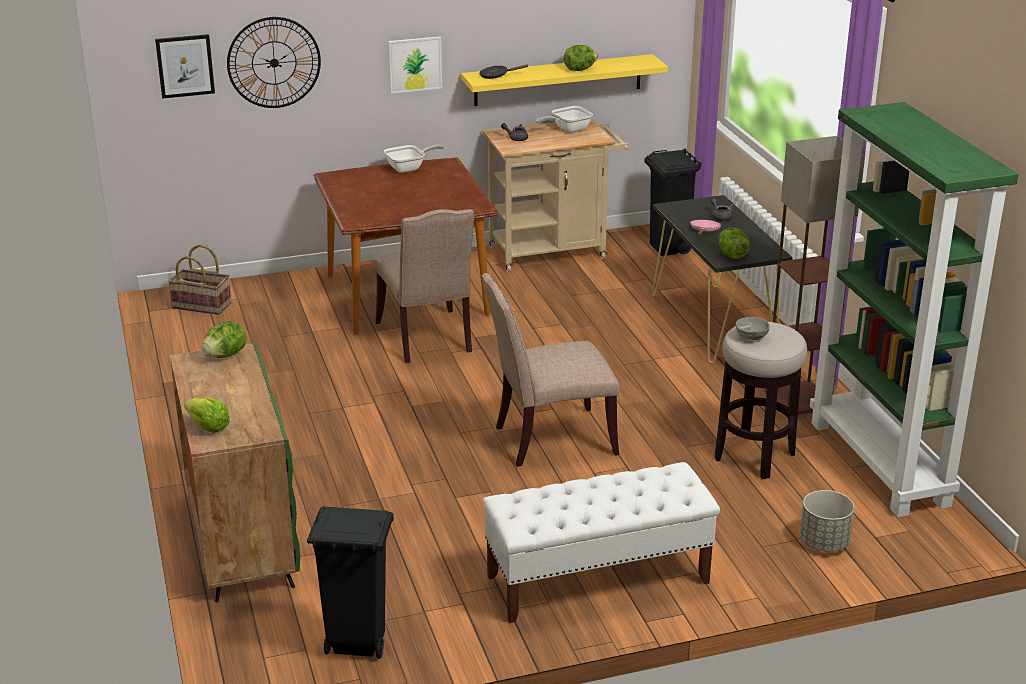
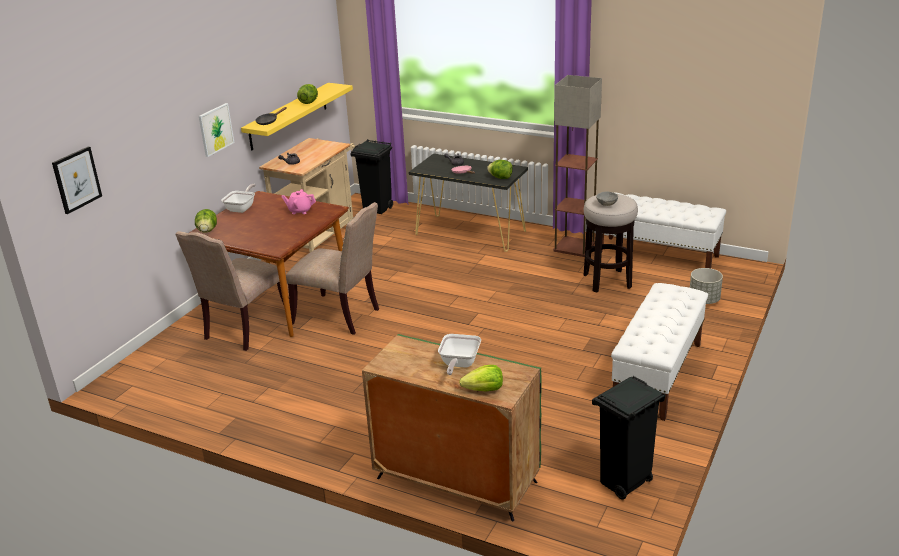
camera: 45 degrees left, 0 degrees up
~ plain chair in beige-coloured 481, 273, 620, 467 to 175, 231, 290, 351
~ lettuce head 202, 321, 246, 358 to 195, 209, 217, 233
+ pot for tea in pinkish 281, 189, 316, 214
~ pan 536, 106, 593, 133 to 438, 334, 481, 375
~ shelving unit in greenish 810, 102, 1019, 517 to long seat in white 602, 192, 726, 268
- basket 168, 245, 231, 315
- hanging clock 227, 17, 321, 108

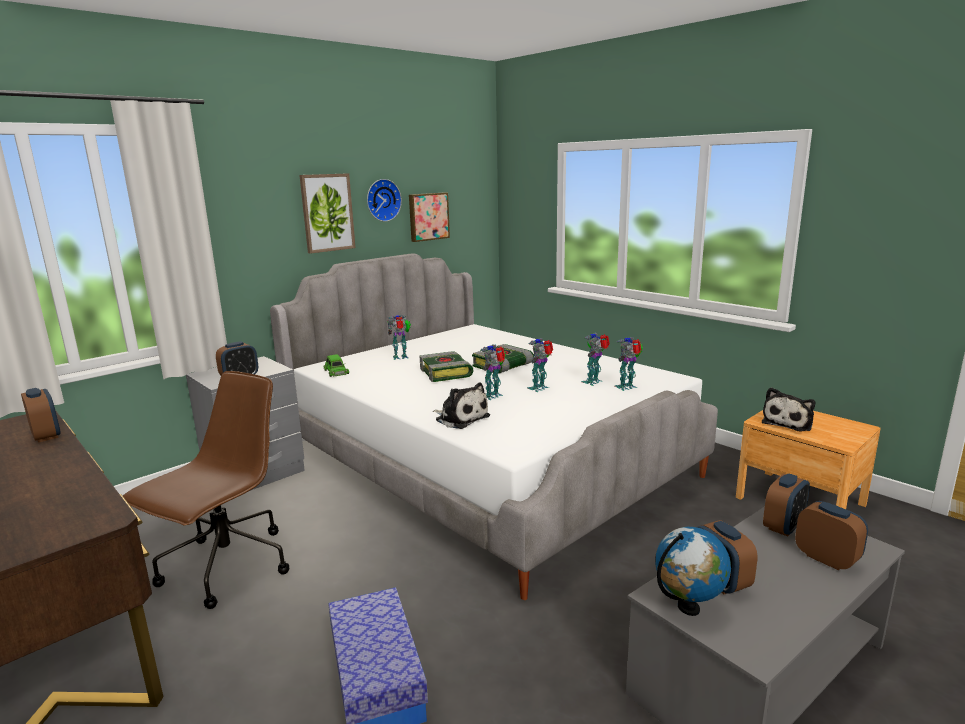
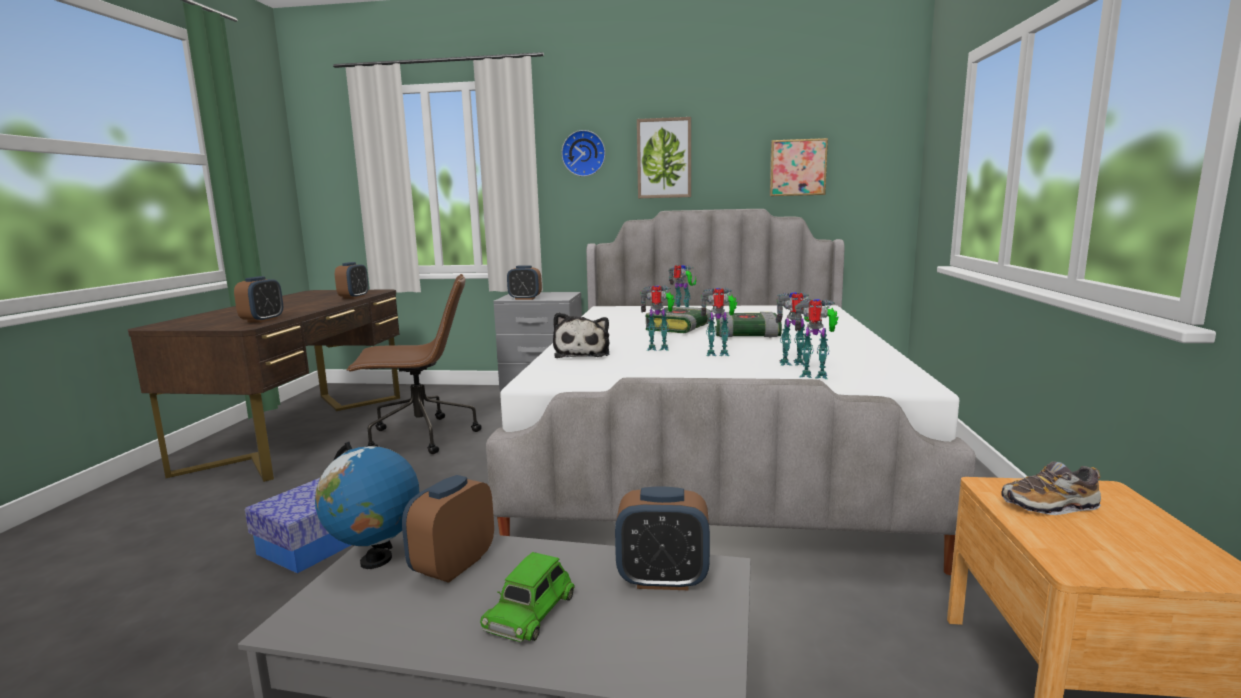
camera: 50 degrees right, 5 degrees down
~ table clock 795, 501, 868, 570 to 234, 276, 283, 323
~ model car in greenish 323, 354, 349, 377 to 480, 552, 575, 642
~ hanging clock 367, 179, 402, 222 to 561, 130, 605, 177
~ soft toy 762, 387, 815, 432 to shoe 1001, 461, 1101, 515

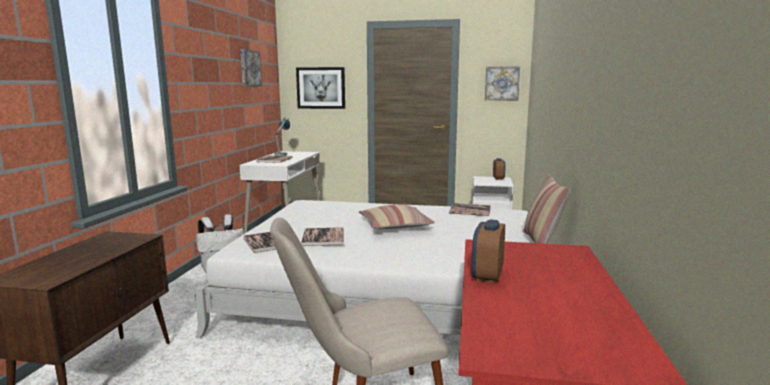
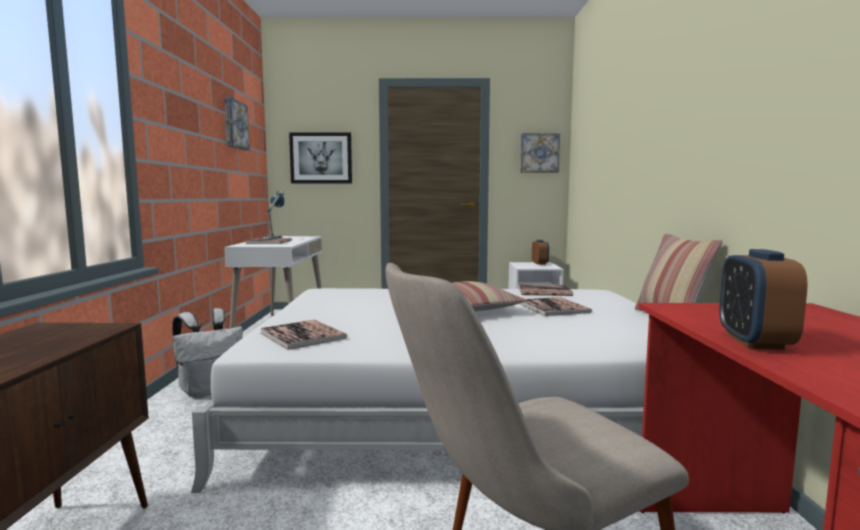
camera: 10 degrees left, 5 degrees down
~ volume 301, 227, 344, 246 to 519, 297, 592, 316

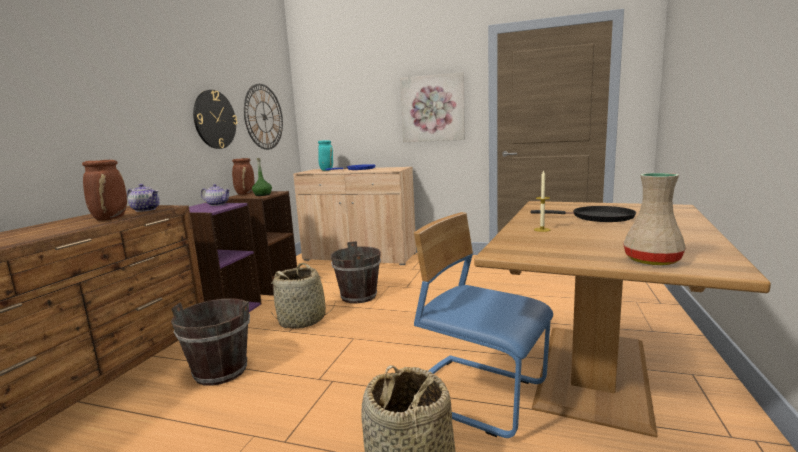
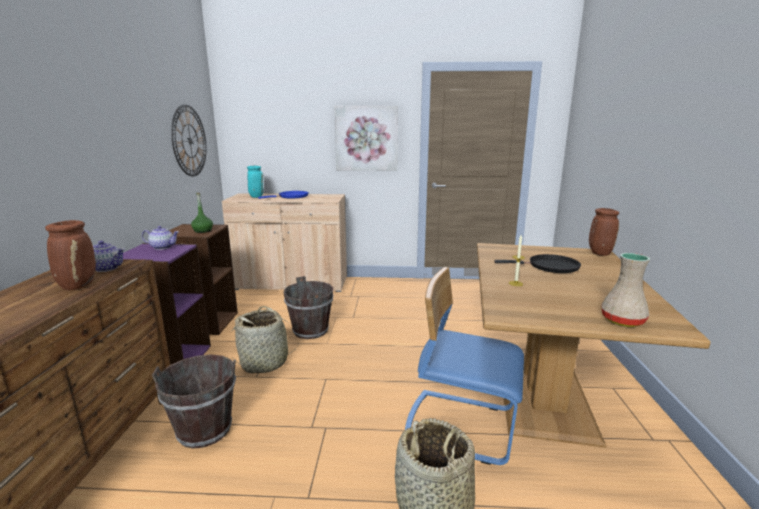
camera: 15 degrees left, 5 degrees up
~ decorative vase in brown-coloured 232, 158, 255, 195 to 589, 208, 619, 256
- hanging clock 193, 90, 237, 149

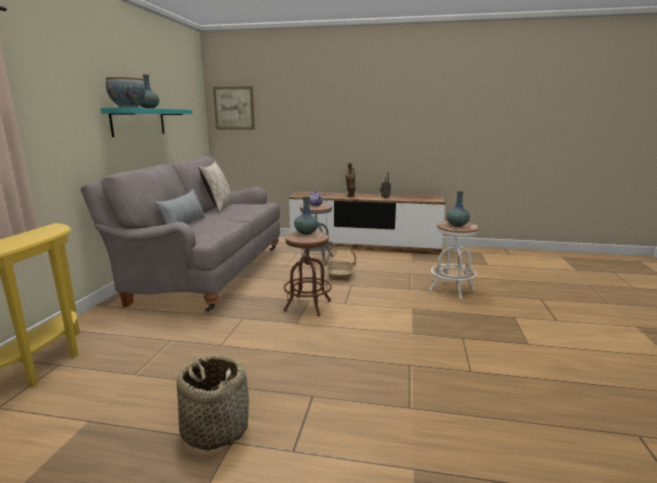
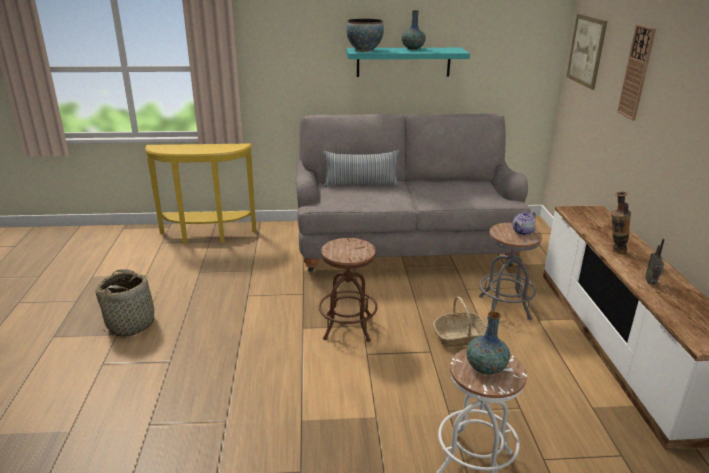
camera: 75 degrees right, 10 degrees up
+ hanging clock 617, 24, 656, 121
- pillow in beige-coloured 199, 161, 234, 212
- decorative vase 294, 197, 319, 235

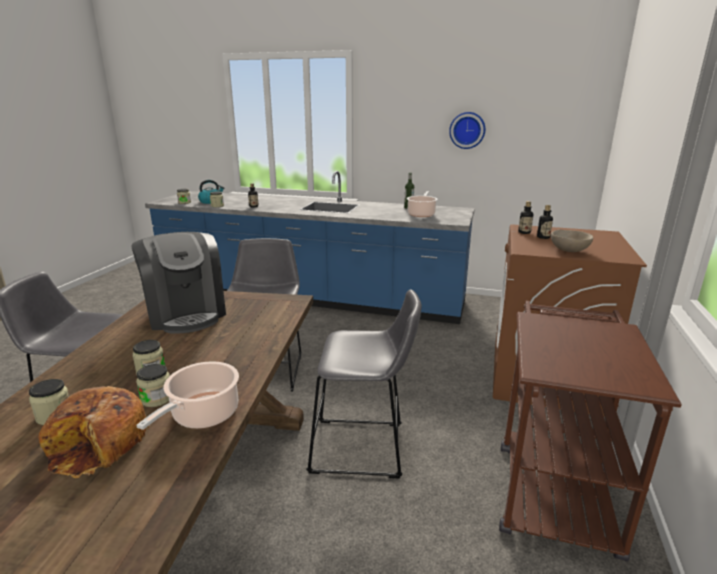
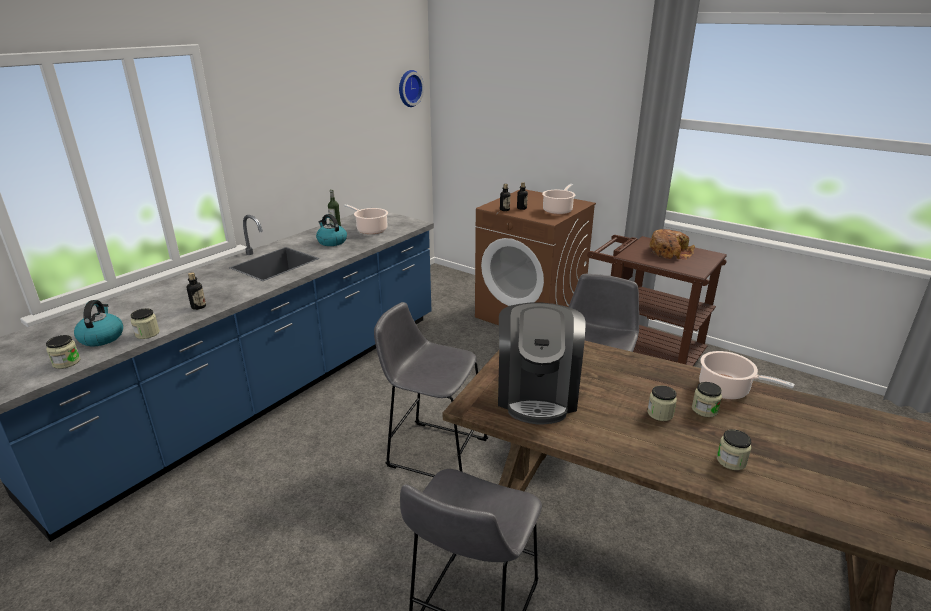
camera: 70 degrees left, 5 degrees up
+ tea kettle 316, 214, 347, 246
~ hanging clock 449, 112, 485, 149 to 399, 70, 424, 107
~ coffee machine 131, 232, 226, 334 = 498, 303, 586, 424 105 degrees clockwise
~ deep dish in beige-coloured 551, 229, 593, 252 to stockpot 542, 184, 575, 215
~ bakery bread 38, 386, 151, 478 to 649, 229, 695, 260

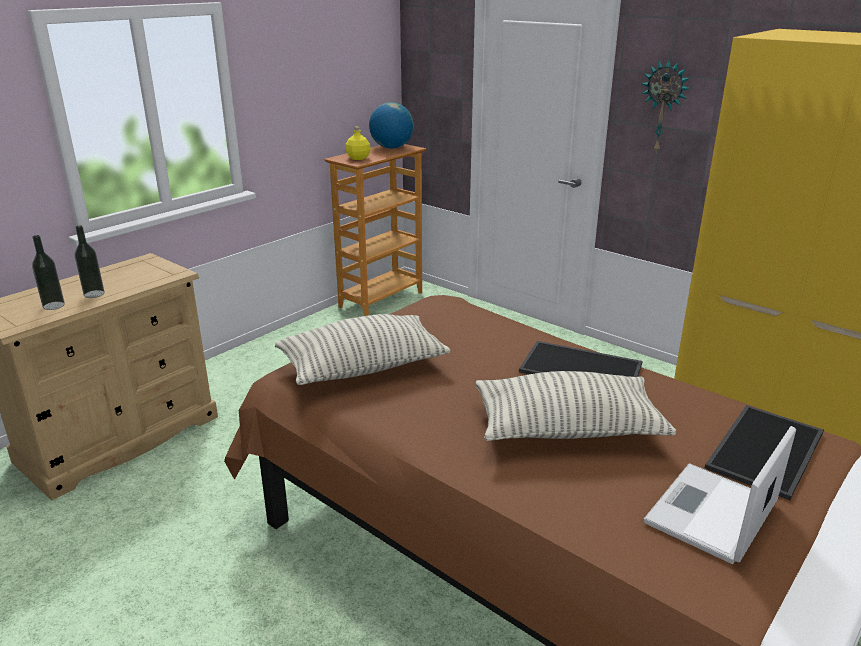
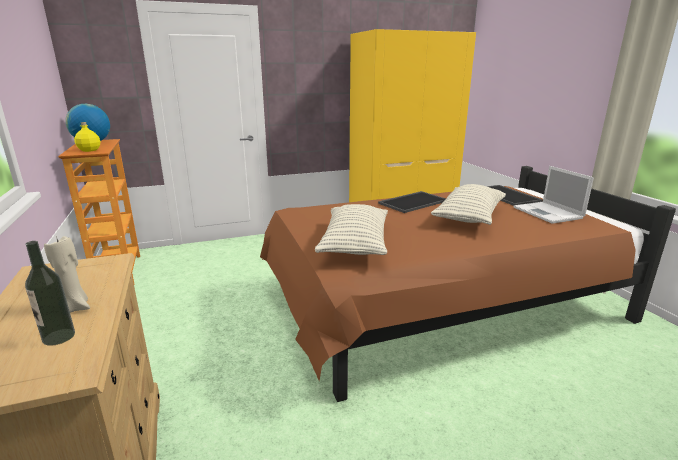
camera: 60 degrees left, 5 degrees down
~ drink bottle 75, 225, 105, 298 to wax candle in beige-coloured 44, 236, 90, 313
- hanging clock 642, 58, 690, 152

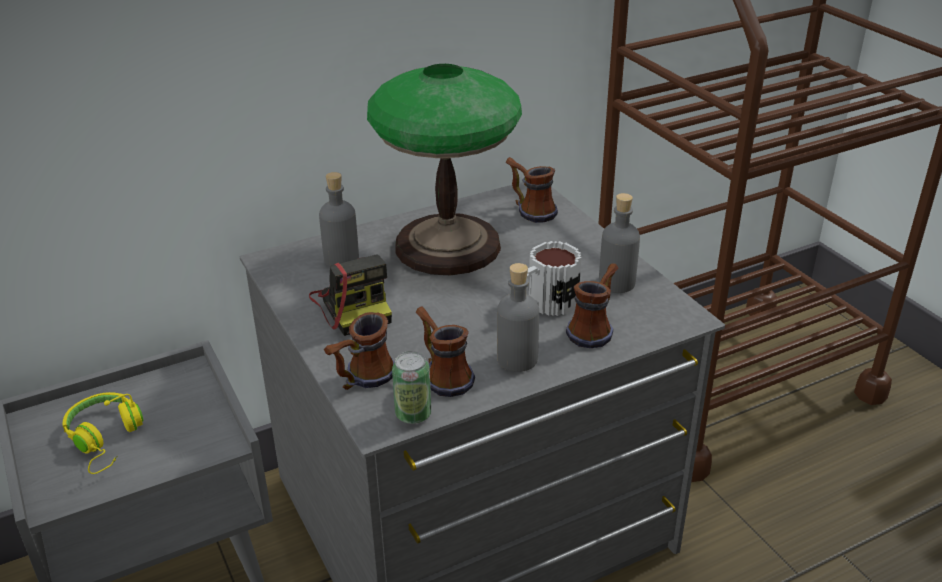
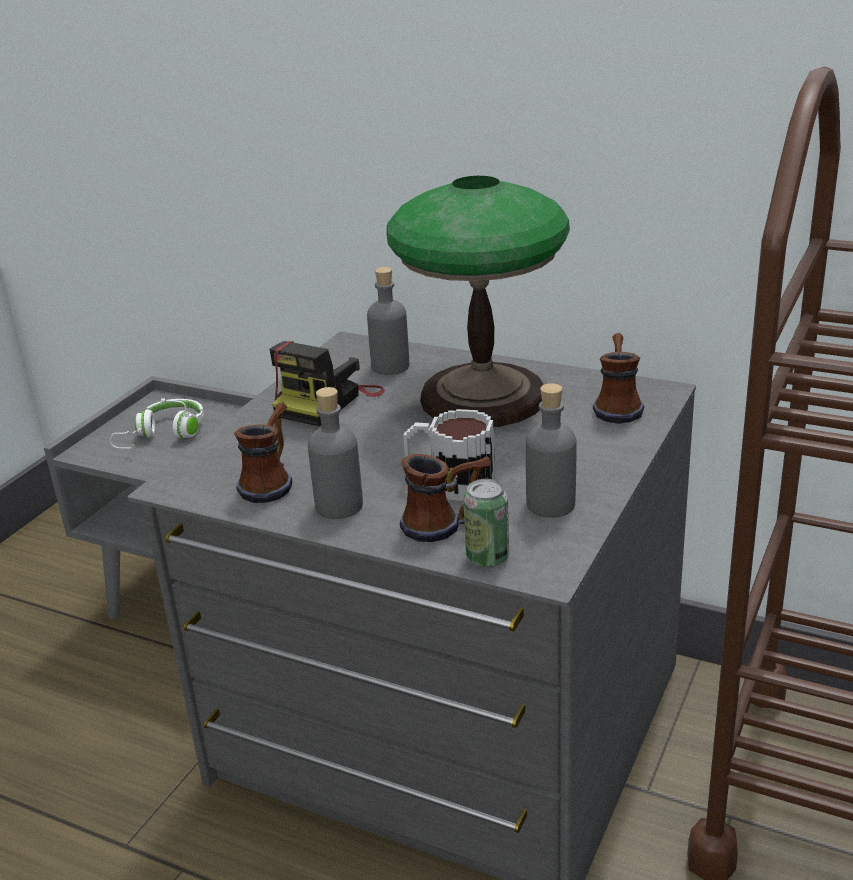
camera: 55 degrees right, 5 degrees down
~ headset in yellow 62, 392, 143, 474 to headset in white 110, 398, 204, 449
~ can 392, 351, 431, 424 to 463, 479, 509, 567
- tea mug 324, 312, 395, 390

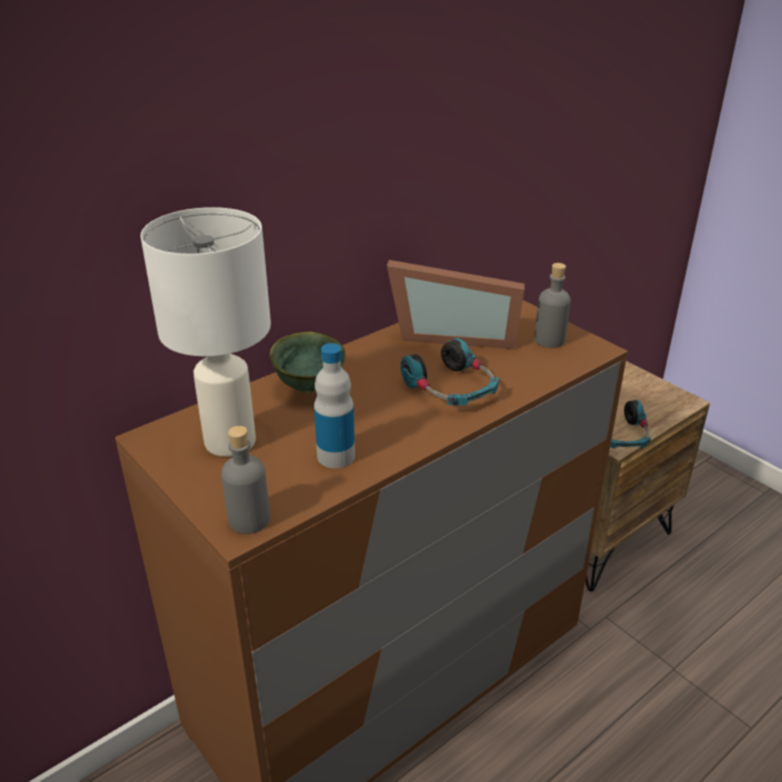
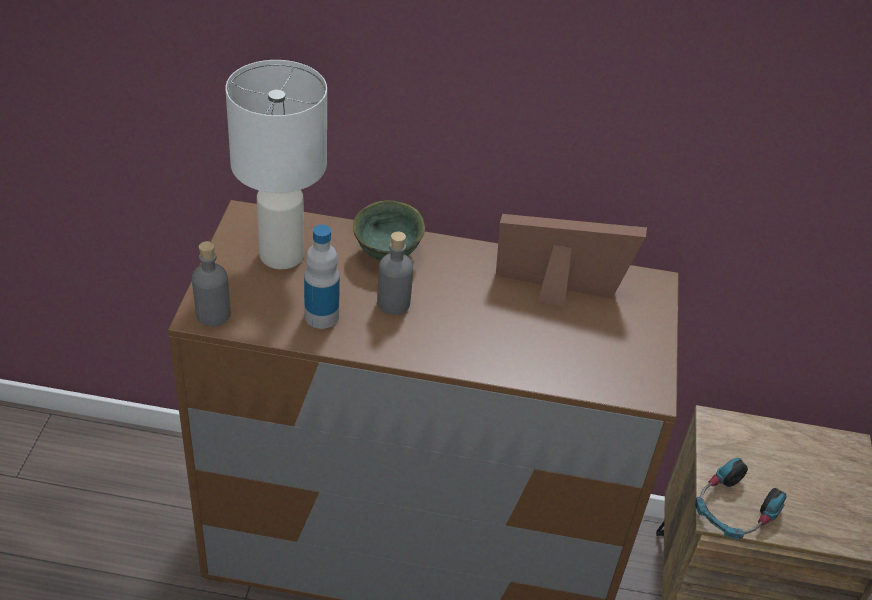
camera: 45 degrees right, 10 degrees up
~ drink bottle in grey 534, 263, 571, 348 to 377, 231, 413, 315
~ photo frame 387, 260, 525, 349 = 496, 214, 647, 307 135 degrees clockwise
- headset 401, 338, 499, 406

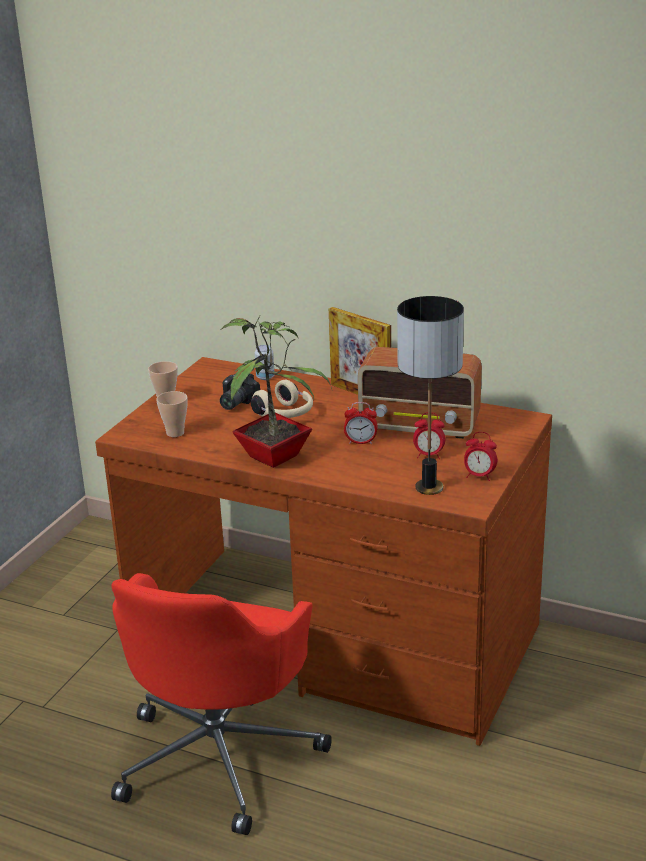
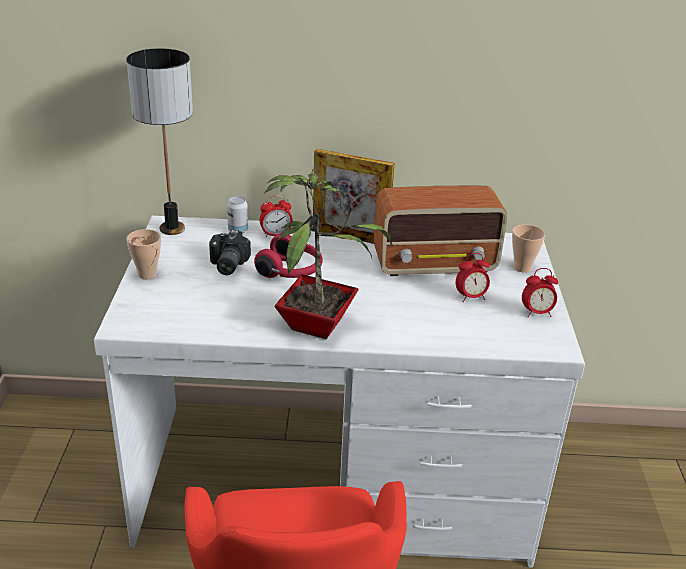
camera: 25 degrees left, 5 degrees up
~ desk unit in brown-coloured 95, 357, 552, 746 to desk unit in white 94, 216, 585, 568
~ tabletop lamp 397, 296, 464, 495 to 126, 48, 193, 235
~ headset in beige-coloured 251, 380, 313, 418 to headset in red 254, 233, 323, 278
~ table clock 344, 402, 378, 444 to 260, 195, 293, 237
~ small cup 156, 391, 188, 437 to 512, 225, 545, 273

